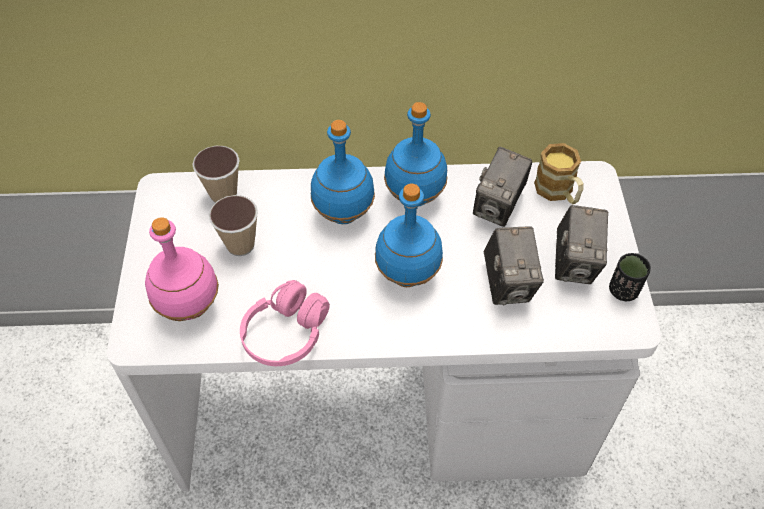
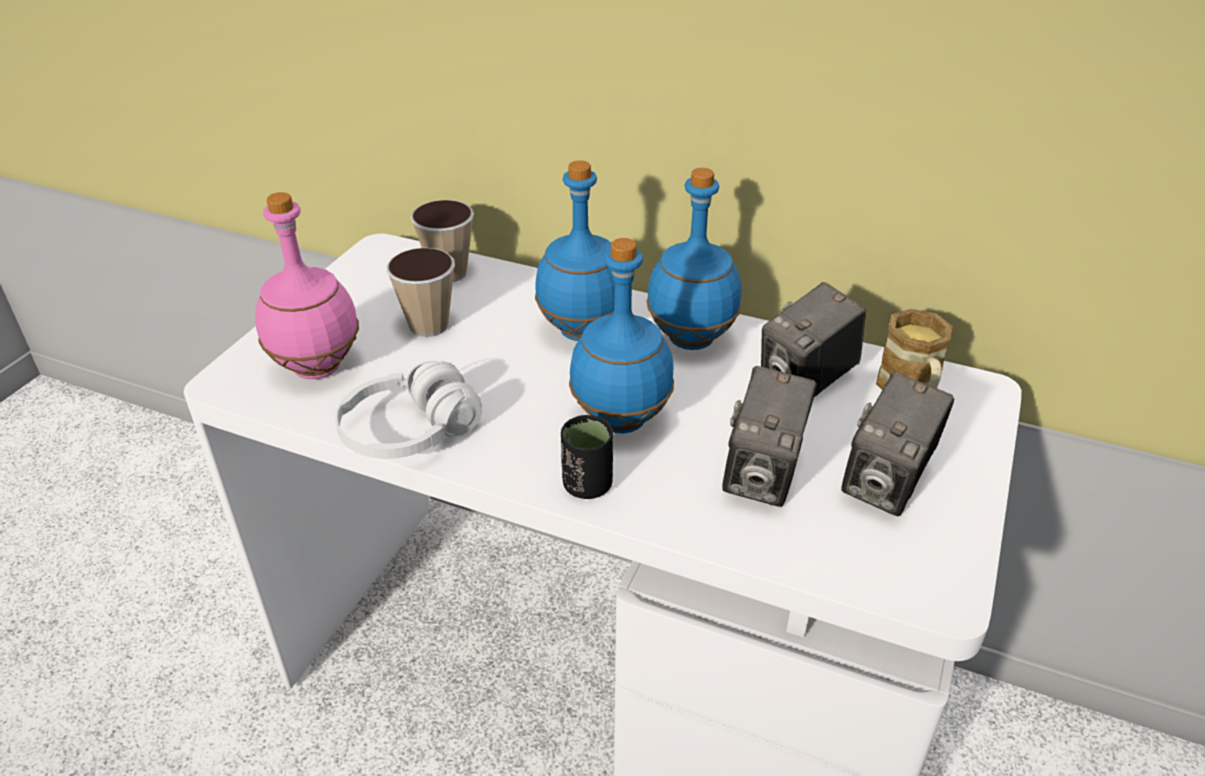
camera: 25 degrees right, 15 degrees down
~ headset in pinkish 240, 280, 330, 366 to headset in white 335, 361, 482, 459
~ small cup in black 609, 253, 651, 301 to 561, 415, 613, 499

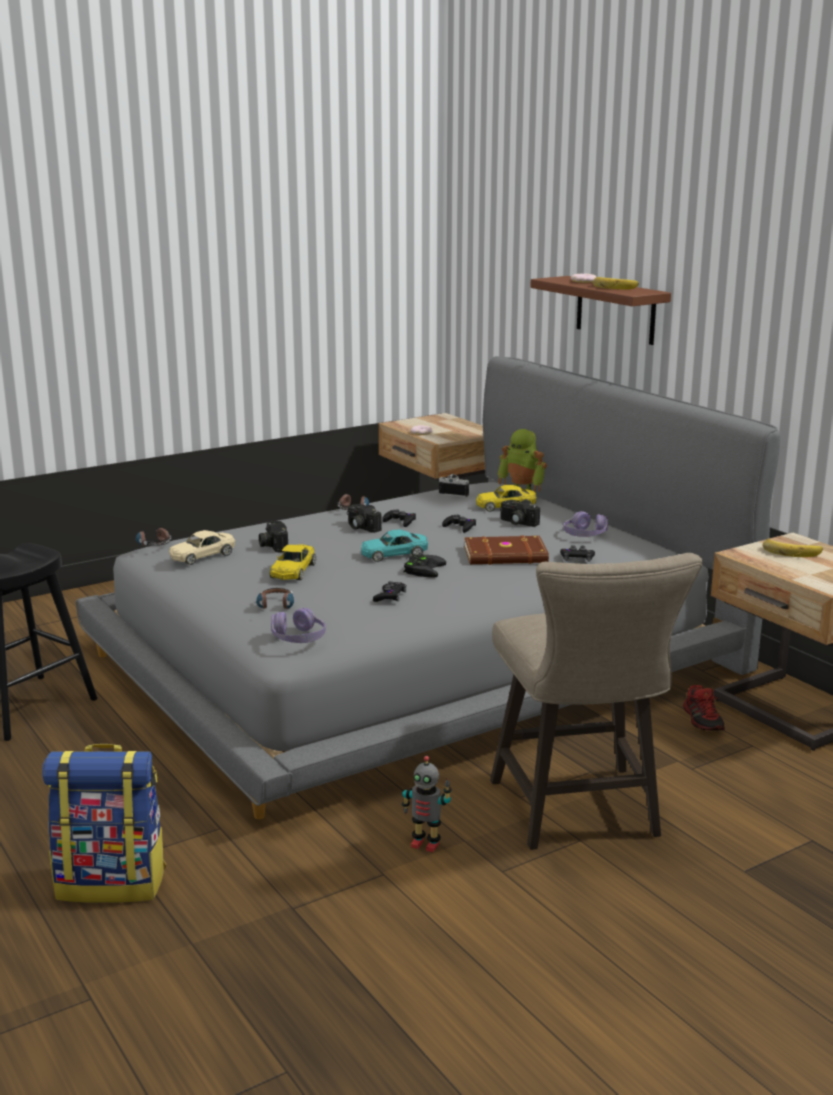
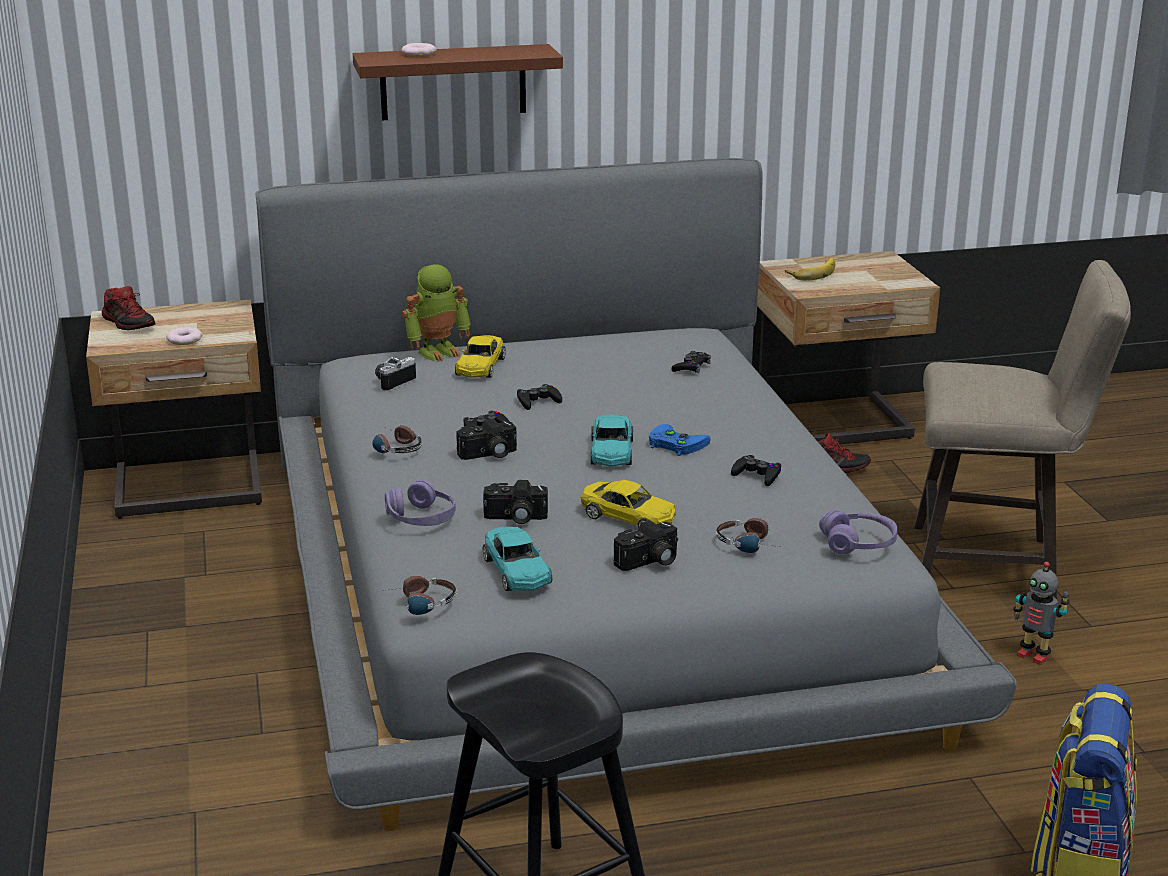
camera: 70 degrees left, 5 degrees up
+ shoe 102, 286, 155, 330
~ headset in purple 563, 511, 608, 537 to 385, 480, 456, 526
~ model car in beige-coloured 169, 530, 236, 565 to model car in turquoise 483, 526, 552, 591
~ photo camera 500, 500, 540, 527 to 614, 520, 678, 571
~ gamepad in black 403, 555, 446, 578 to gamepad in blue 649, 424, 711, 456
~ model robot 402, 756, 452, 852 = 1013, 562, 1070, 665 90 degrees clockwise
- volume in brown-coloured 464, 536, 549, 565
- whole banana 593, 277, 639, 289

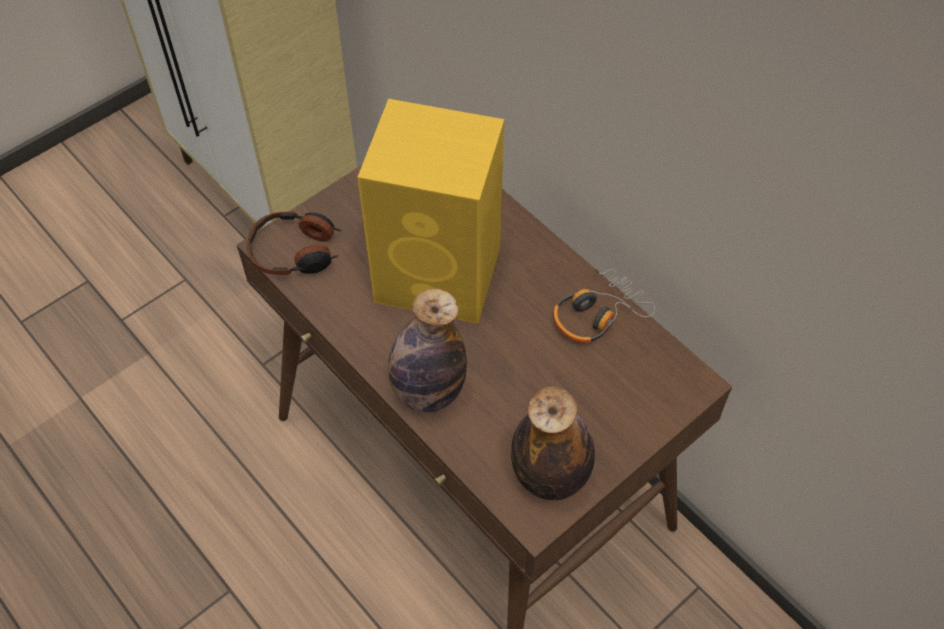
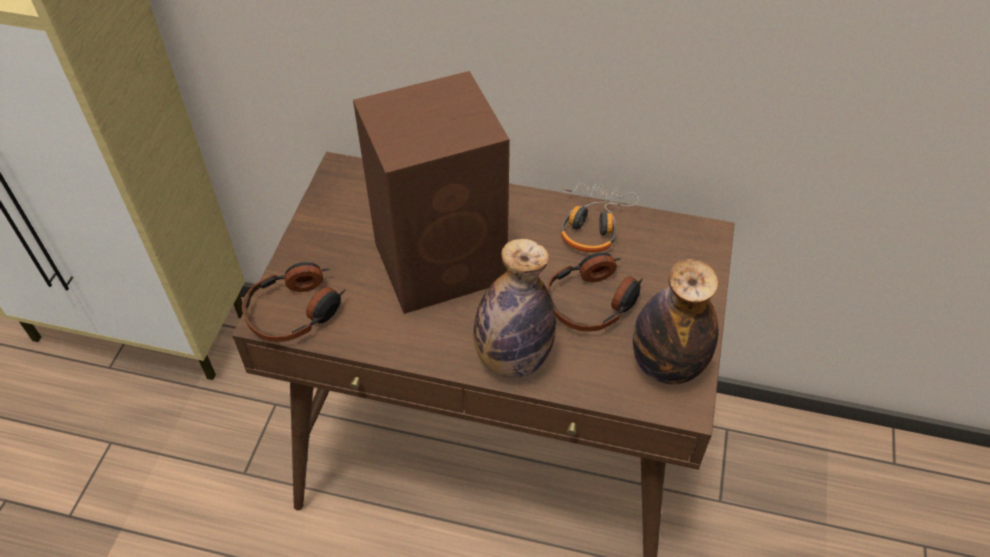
camera: 35 degrees left, 5 degrees down
~ speaker in yellow 357, 99, 504, 324 to speaker in brown-coloured 353, 71, 510, 314
+ headset 547, 252, 643, 332

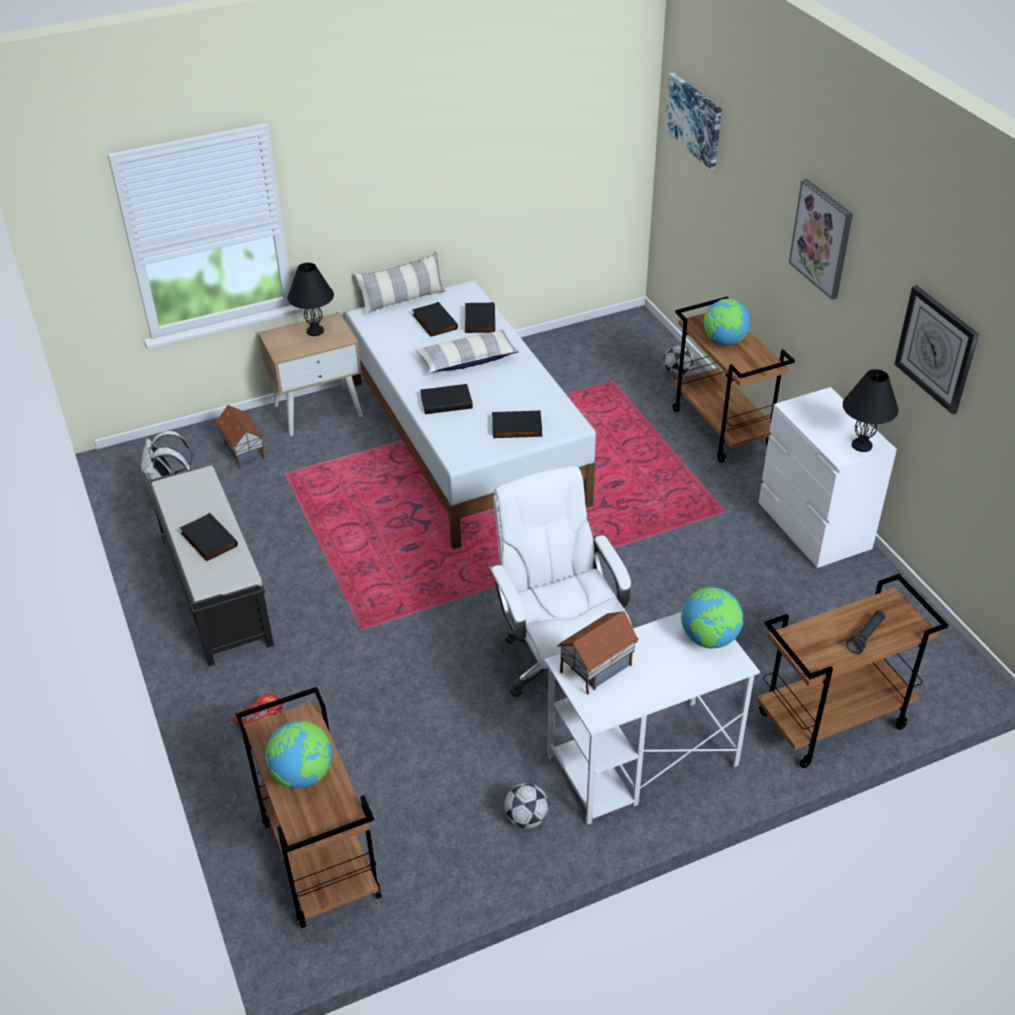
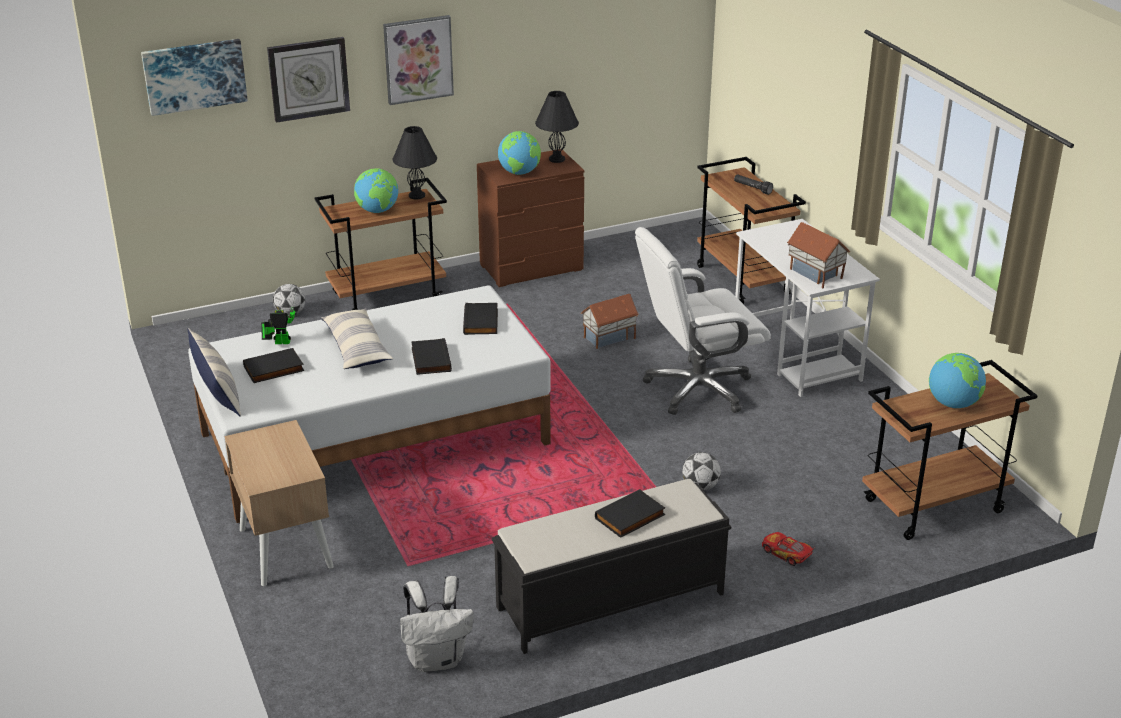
camera: 90 degrees left, 10 degrees down
~ volume in black 465, 302, 495, 333 to model robot 261, 290, 296, 344
~ hanging clock 894, 285, 979, 415 to 267, 37, 350, 123
~ tabletop lamp in black 287, 263, 334, 336 to 393, 126, 437, 200
~ dresser in white 758, 387, 897, 569 to dresser in brown-coloured 477, 149, 584, 287
~ globe 681, 587, 743, 648 to 498, 131, 541, 175
~ miniature house 215, 405, 264, 469 to 581, 294, 639, 349
~ football ball 504, 783, 549, 829 to 682, 452, 721, 491

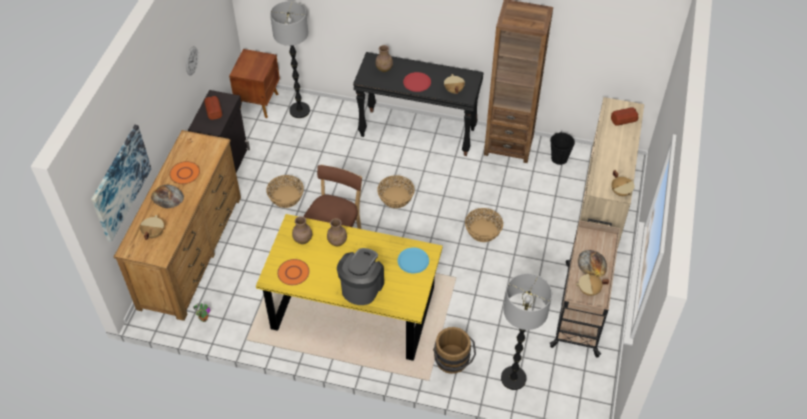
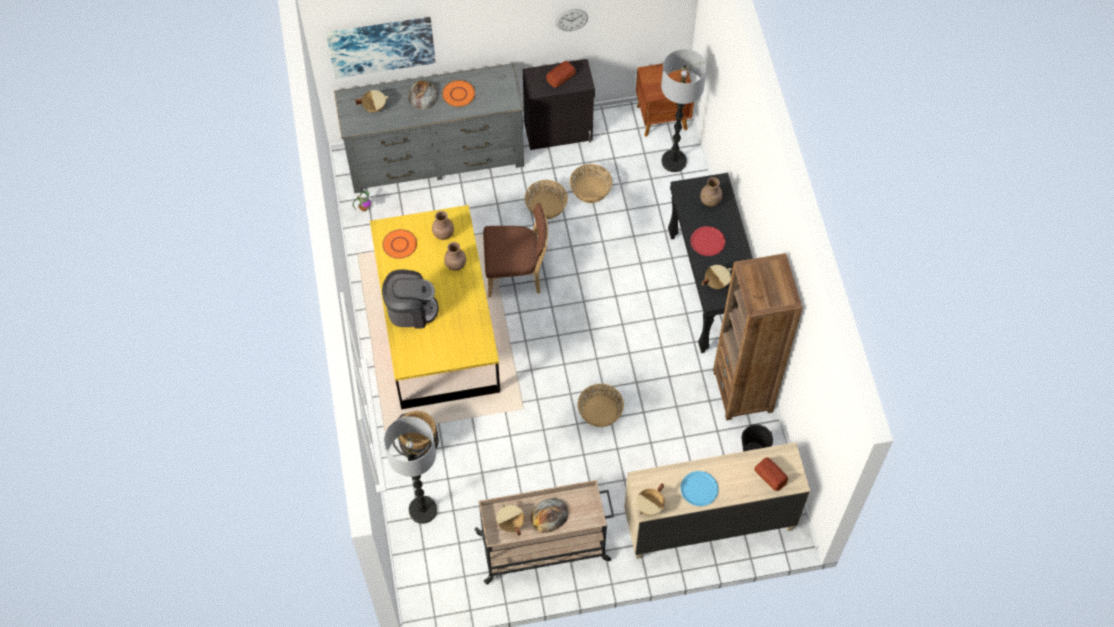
camera: 65 degrees right, 10 degrees up
~ dresser in brown-coloured 114, 130, 241, 321 to dresser in grey 334, 63, 524, 194
~ basket 377, 175, 415, 208 to 570, 164, 612, 203
~ dinner plate in blue 398, 248, 429, 274 to 681, 471, 718, 506

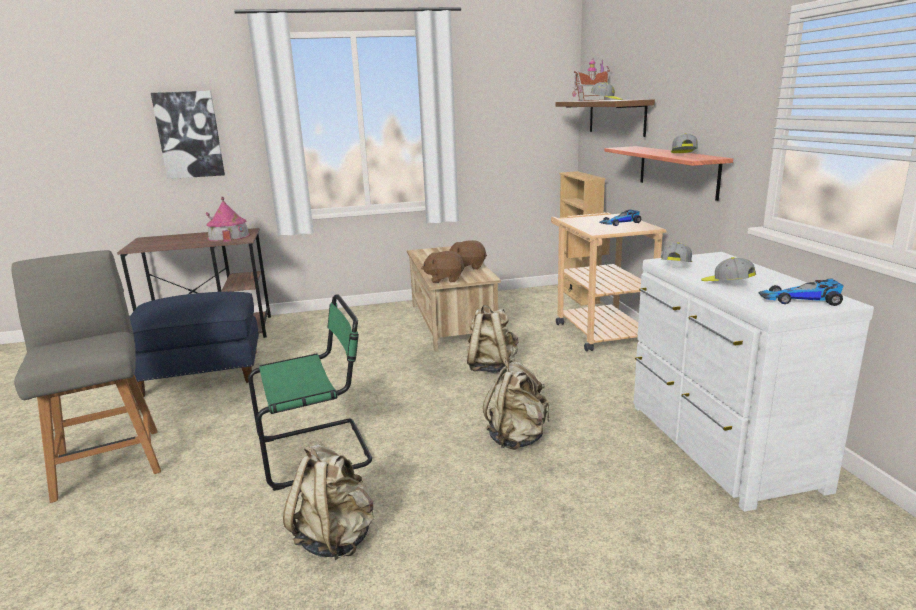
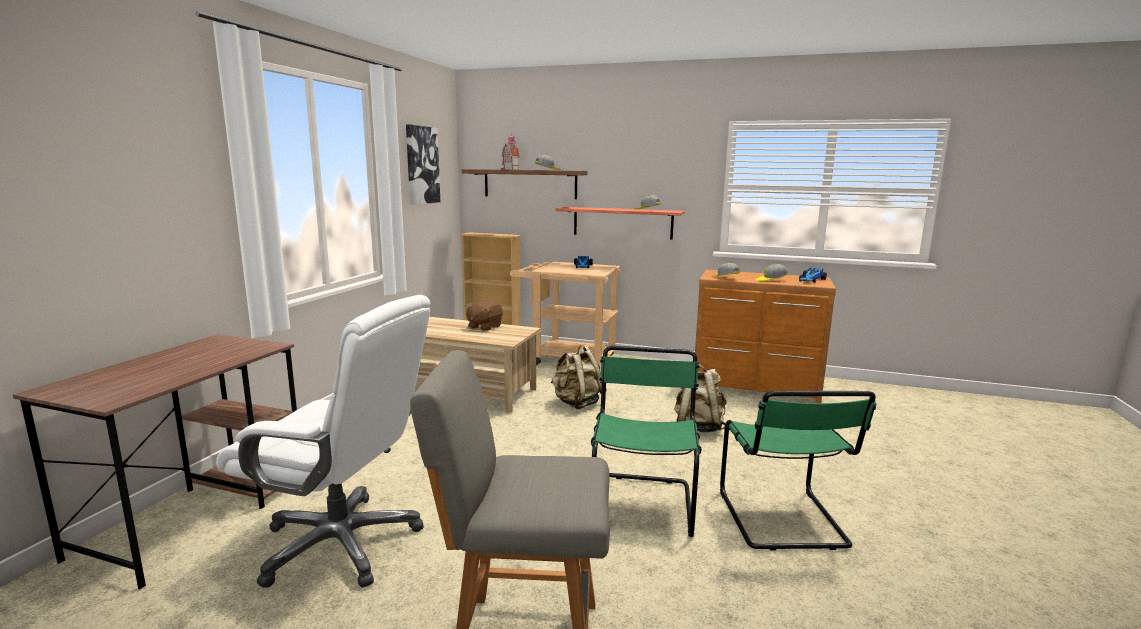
camera: 60 degrees left, 5 degrees down
~ footrest in blue 130, 292, 259, 397 to office chair in white 216, 295, 430, 588
~ wall art 151, 91, 225, 179 to 406, 124, 440, 205
~ dresser in white 634, 252, 874, 511 to dresser in brown-coloured 695, 270, 836, 403
~ backpack in beige-coloured 283, 444, 374, 560 to plain chair in greenish 720, 391, 876, 550
- miniature house 206, 196, 250, 242
- soft toy in brown-coloured 421, 251, 465, 283

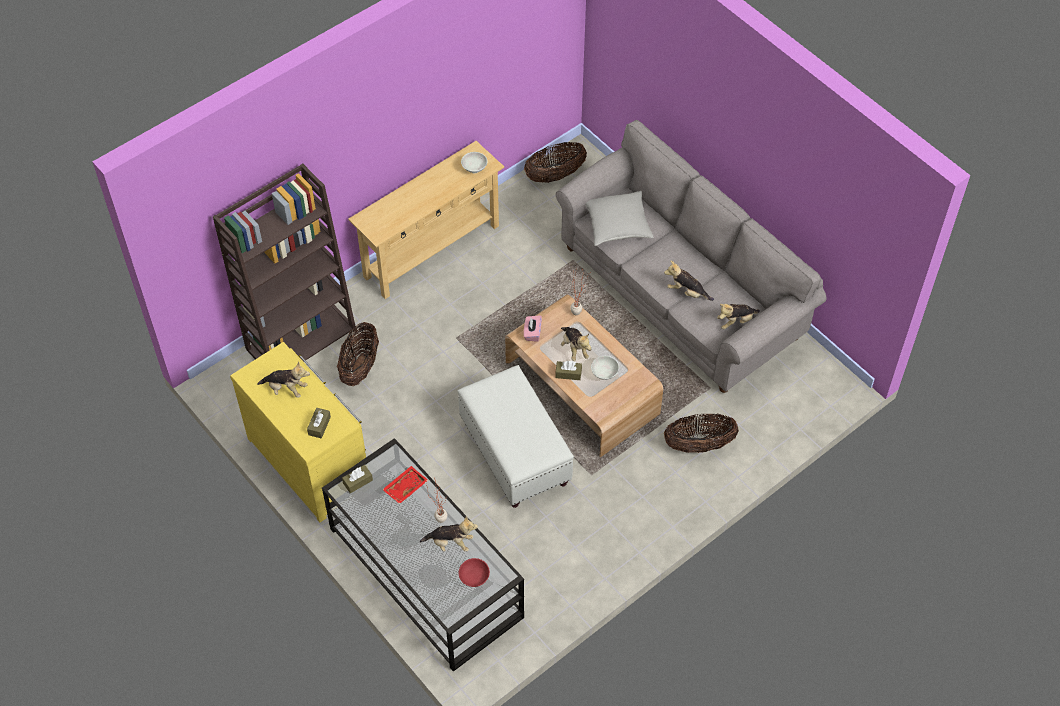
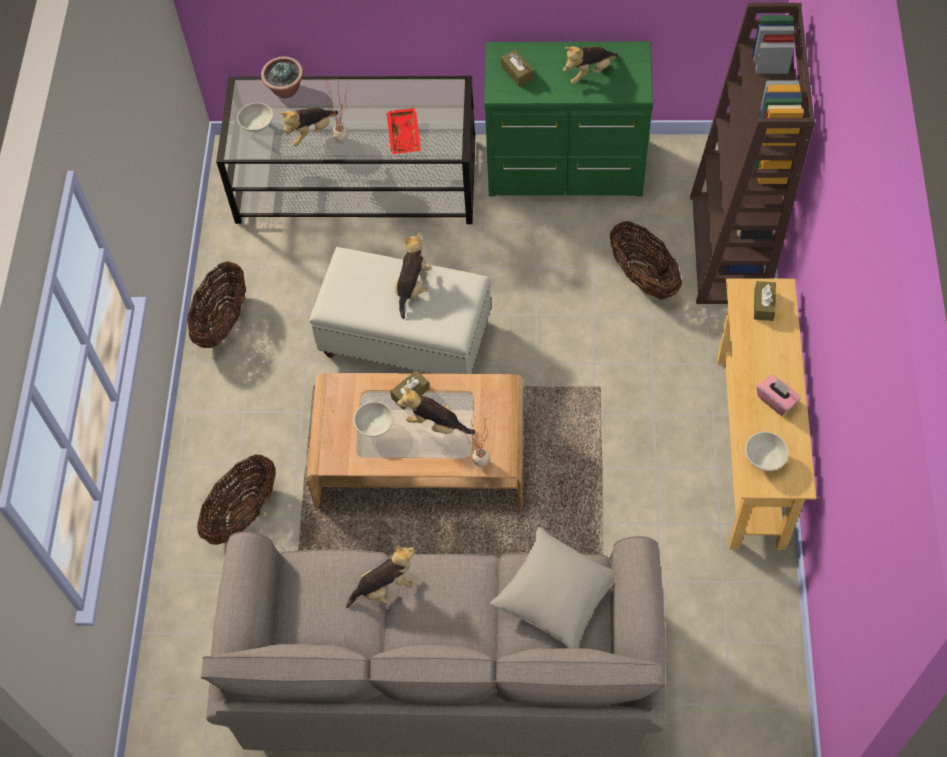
camera: 135 degrees right, 5 degrees up
~ basket 524, 142, 587, 183 to 187, 261, 246, 348
~ deep dish in red 459, 558, 490, 587 to deep dish in white 237, 103, 273, 133
+ houseplant 261, 56, 303, 98
~ soft toy 717, 304, 760, 330 to 395, 233, 431, 319
~ dresser in yellow 230, 342, 366, 522 to dresser in greenish 484, 41, 653, 197
~ tissue holder in brown-coloured 342, 465, 373, 493 to 754, 281, 776, 321
~ tissue holder in pinkish 524, 315, 542, 342 to 757, 375, 801, 416

